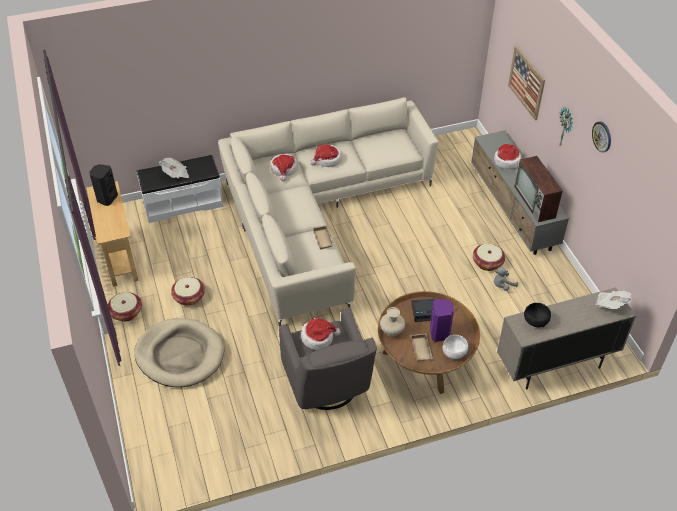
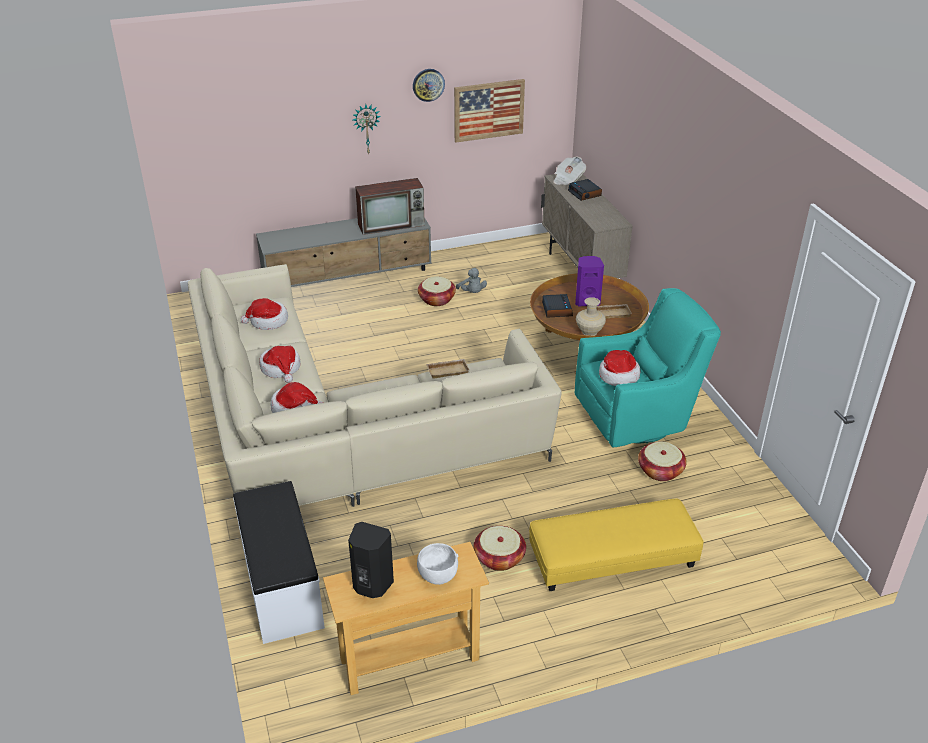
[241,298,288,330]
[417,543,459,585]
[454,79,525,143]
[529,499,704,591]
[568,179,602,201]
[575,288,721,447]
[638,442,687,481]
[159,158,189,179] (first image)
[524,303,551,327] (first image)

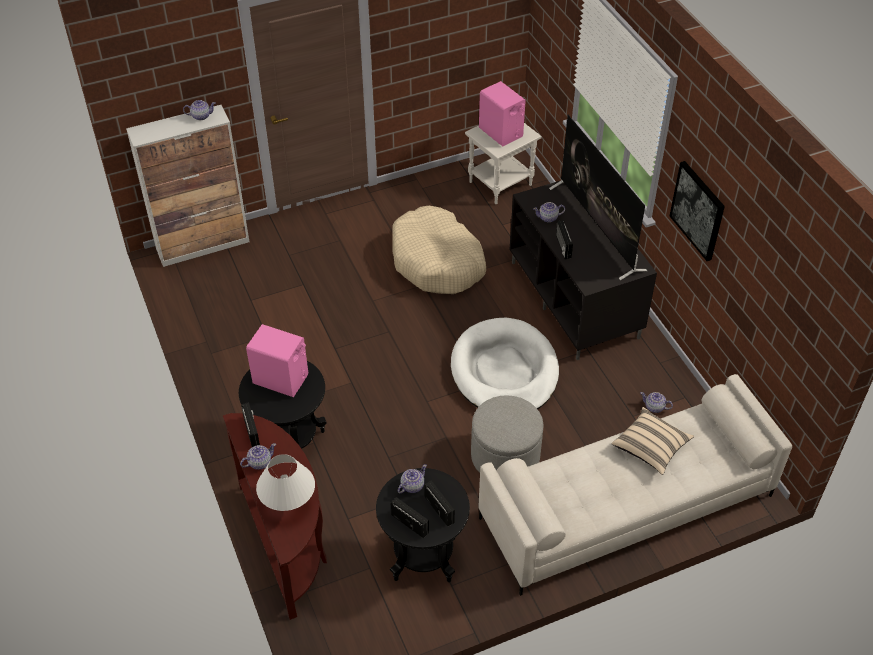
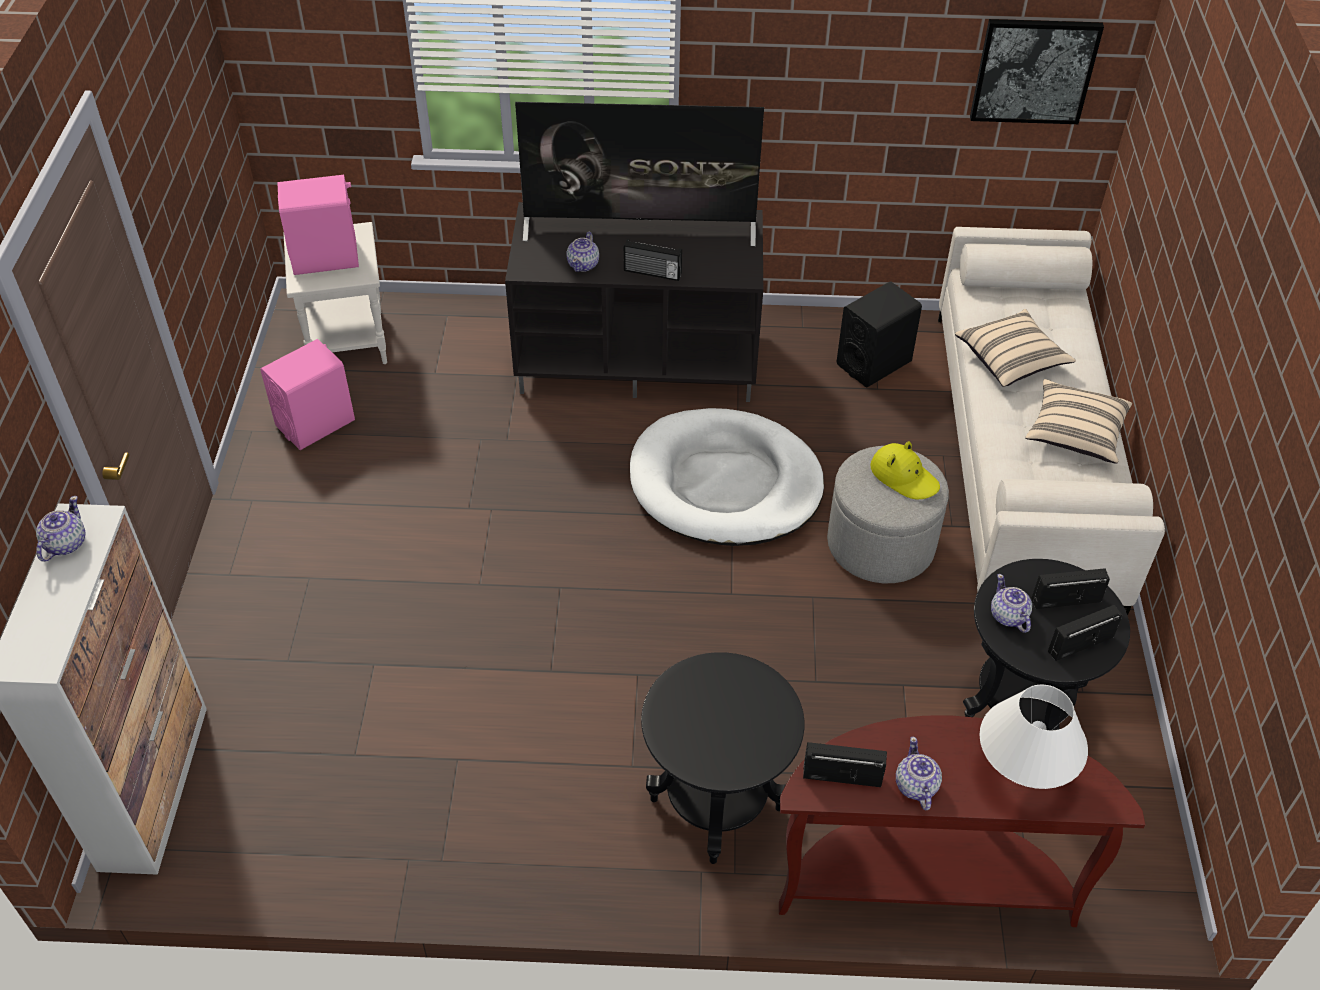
[260,339,355,450]
[837,281,922,387]
[870,441,940,499]
[970,19,1104,124]
[1025,379,1132,464]
[392,206,486,294] (first image)

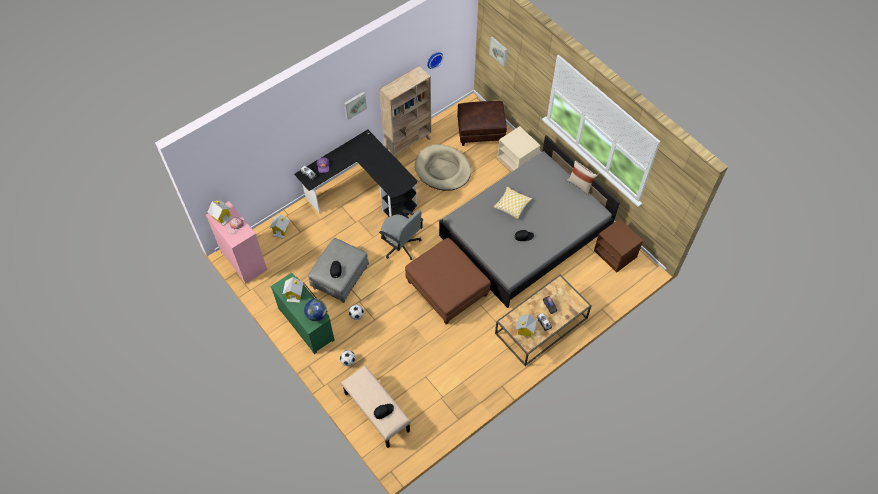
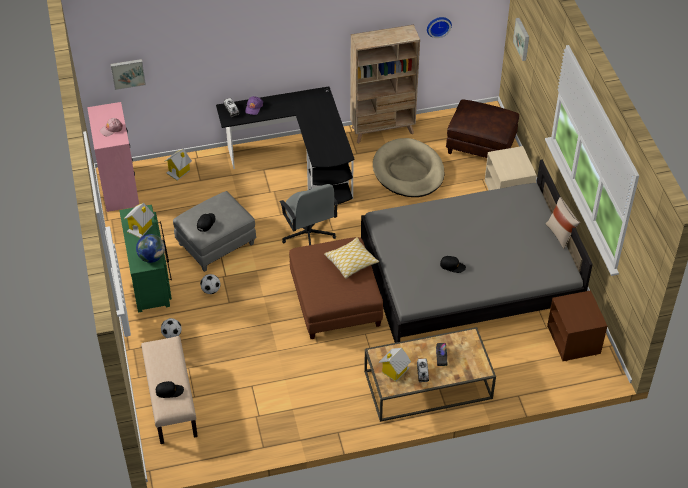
[111,59,146,90]
[324,237,379,279]
[208,200,233,226] (first image)

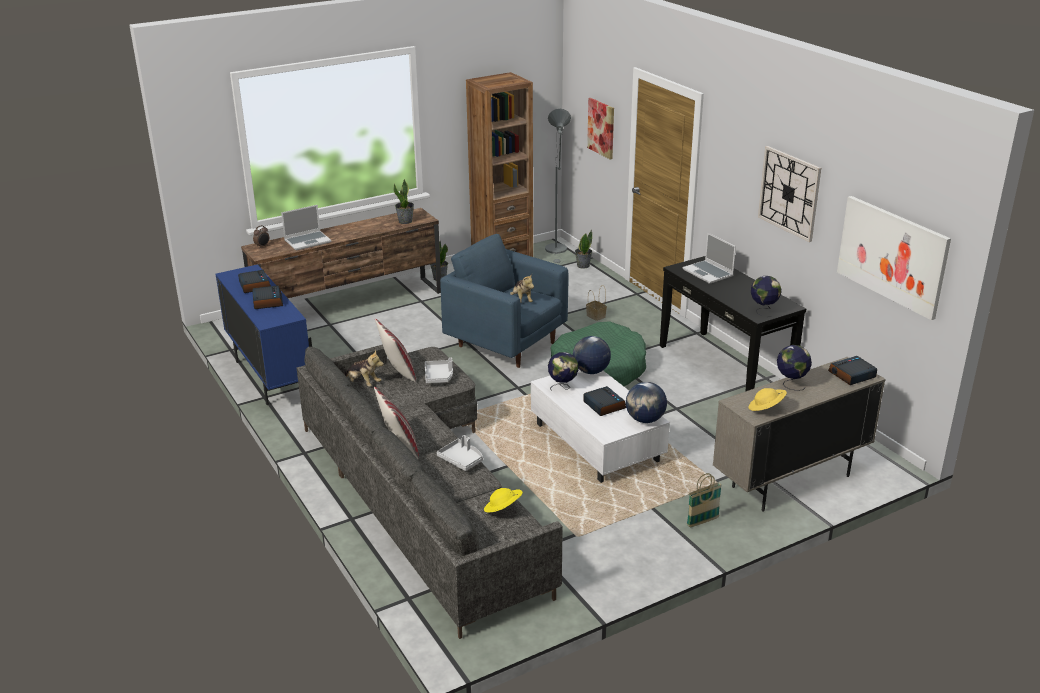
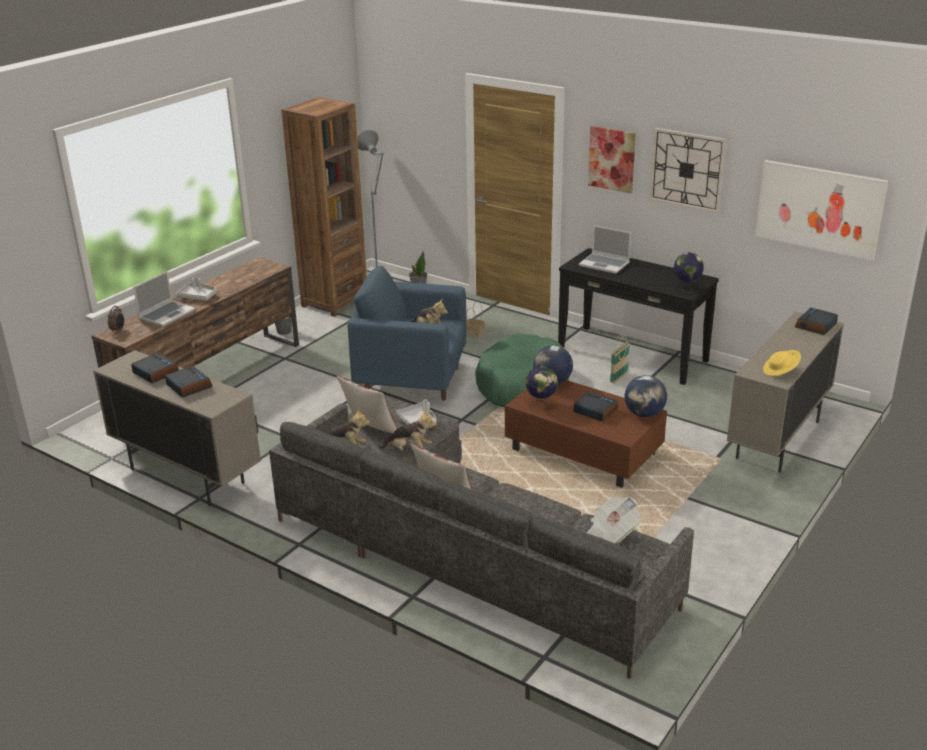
[93,350,261,506]
[176,277,217,301]
[379,409,437,450]
[505,380,667,488]
[587,497,641,543]
[588,126,636,194]
[610,334,630,383]
[394,179,414,224] (first image)
[777,345,812,391] (first image)

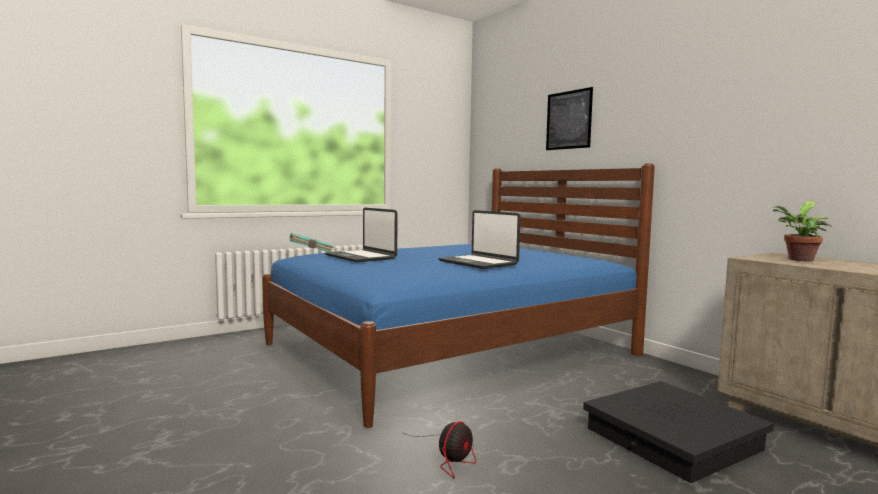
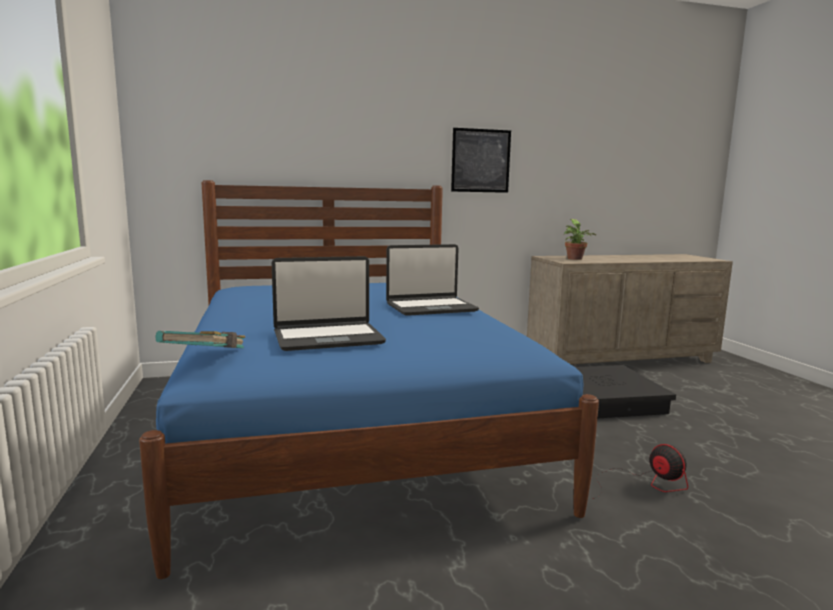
[451,128,511,193]

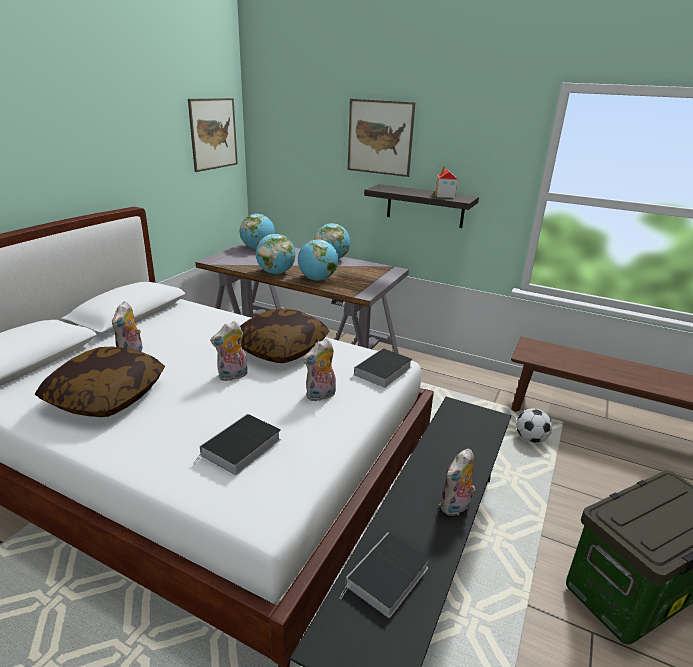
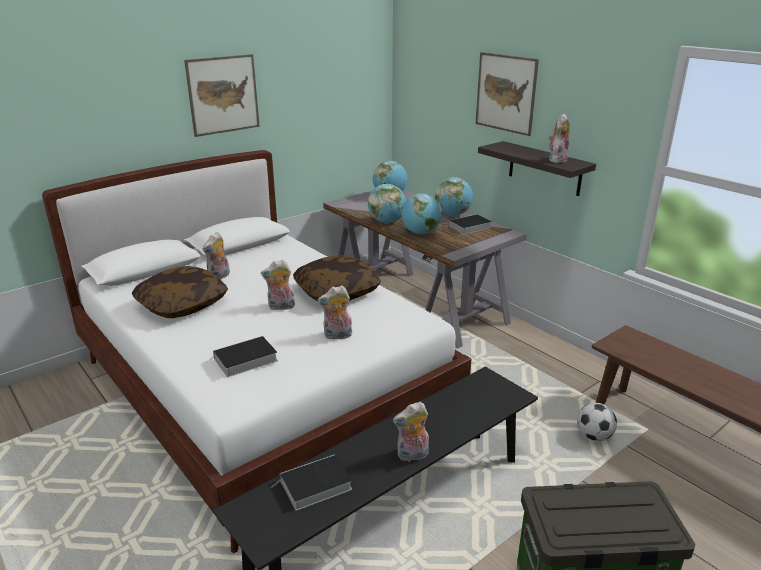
[184,54,260,137]
[444,214,492,234]
[549,114,570,163]

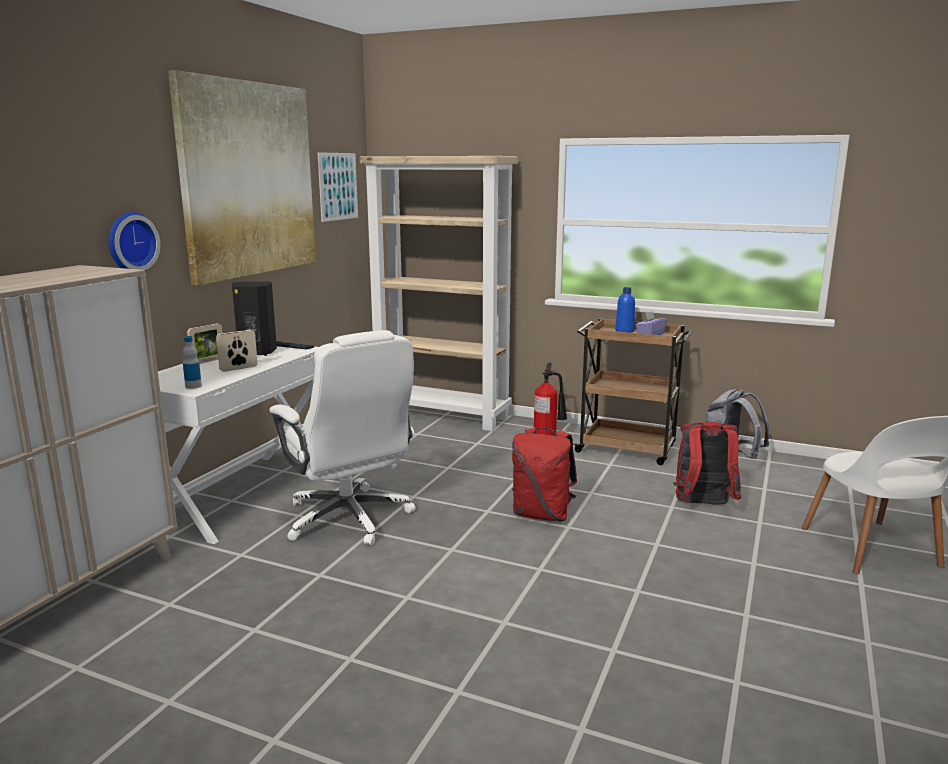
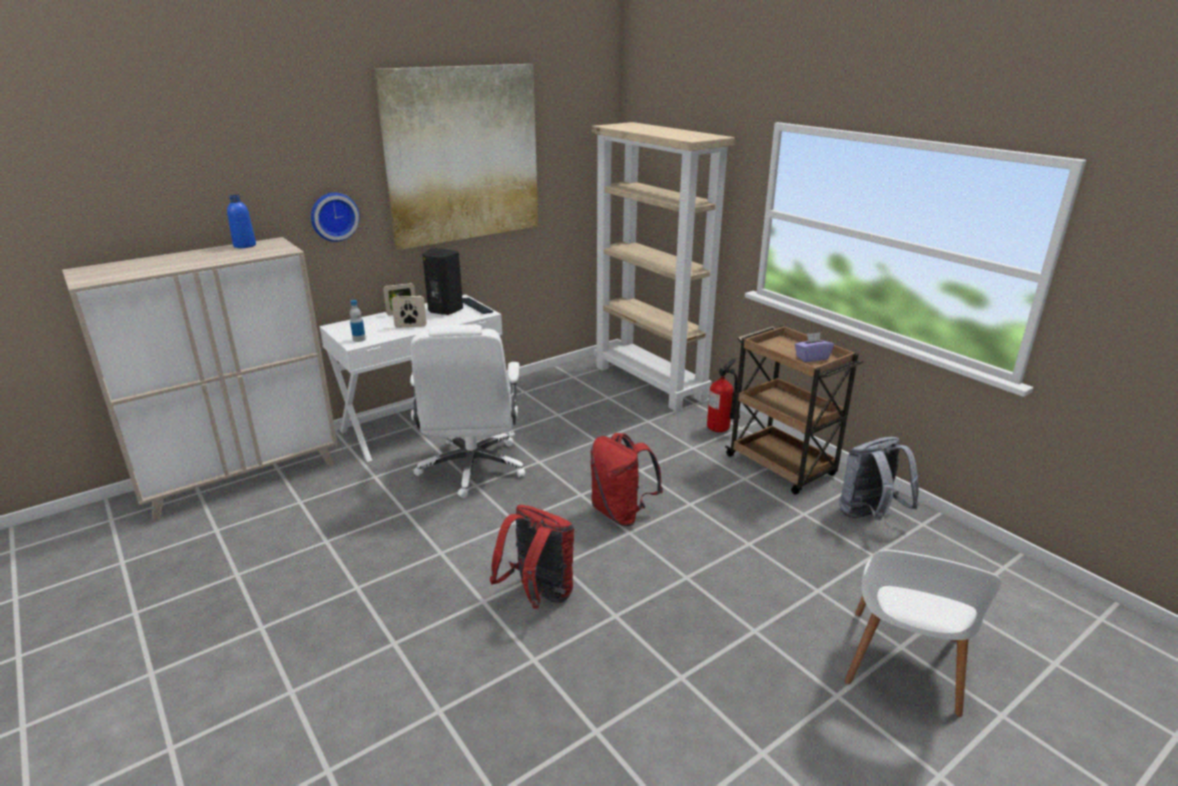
[227,195,256,248]
[490,505,574,609]
[317,152,358,222] (first image)

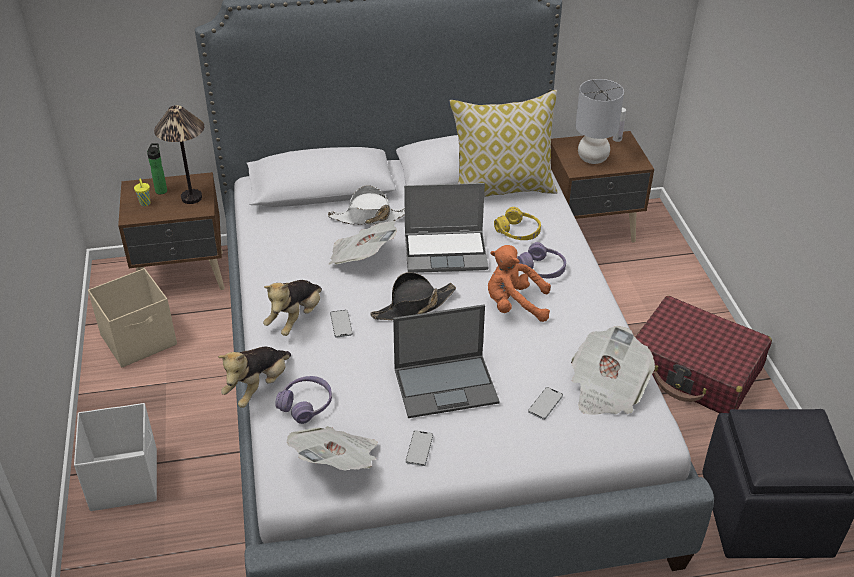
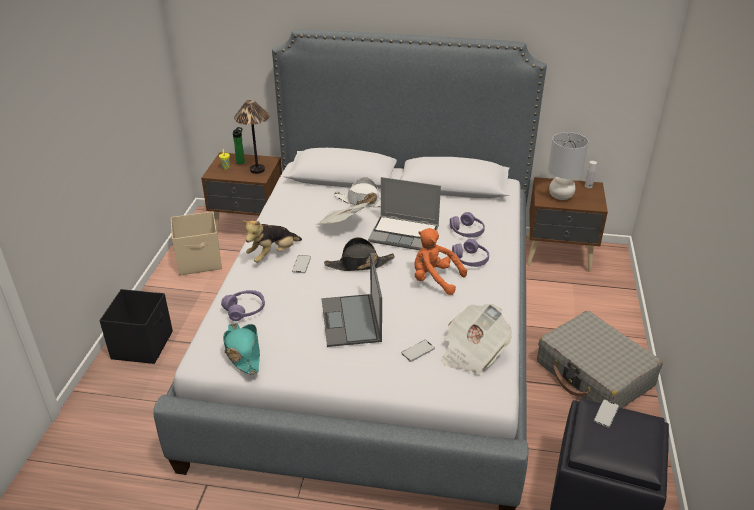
[99,289,173,364]
[223,323,260,374]
[321,253,382,347]
[450,212,485,238]
[537,311,663,408]
[594,400,619,428]
[218,347,291,408] (first image)
[450,90,558,197] (first image)

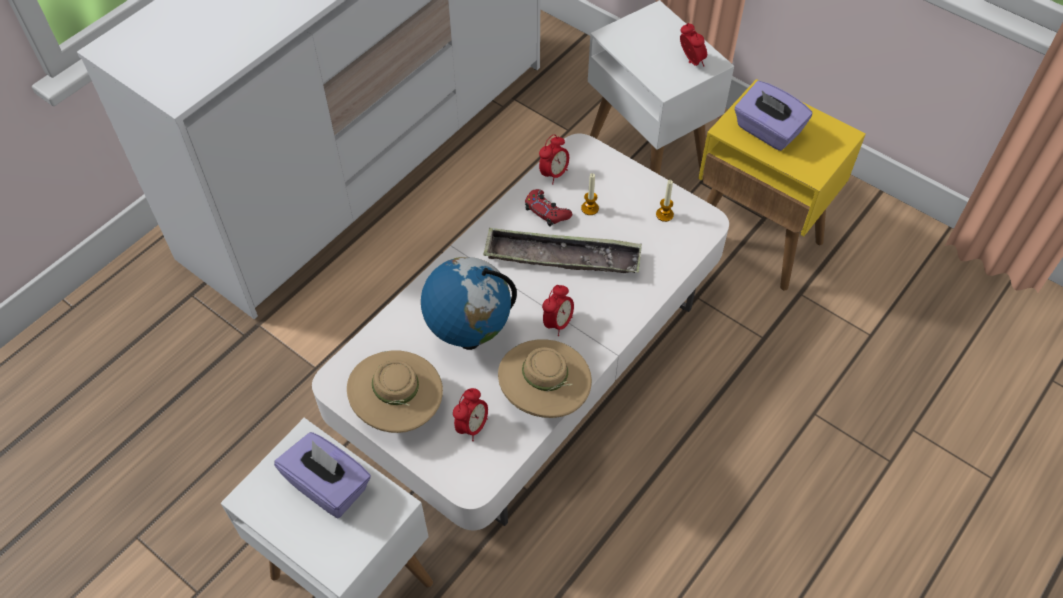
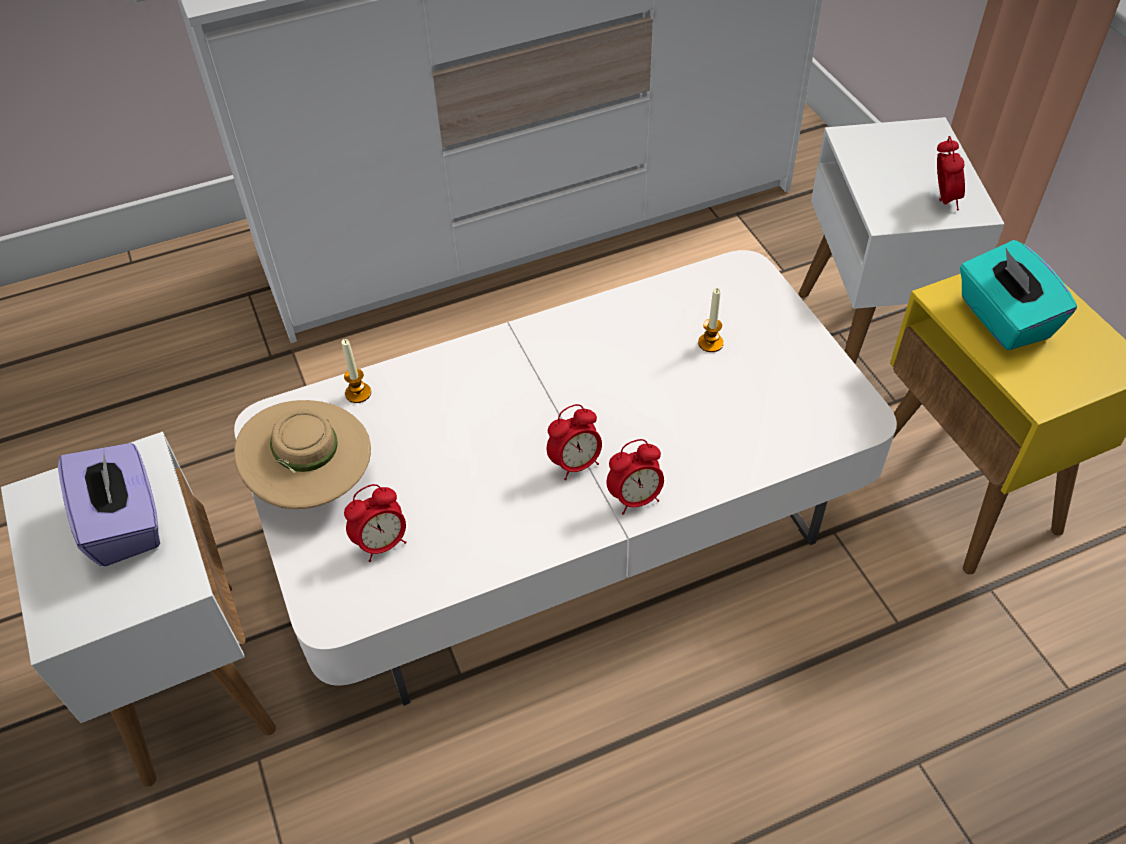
[341,339,371,403]
[607,439,664,515]
[960,240,1077,350]
[421,257,517,350] (first image)
[483,227,642,273] (first image)
[498,339,592,418] (first image)
[525,189,572,227] (first image)

